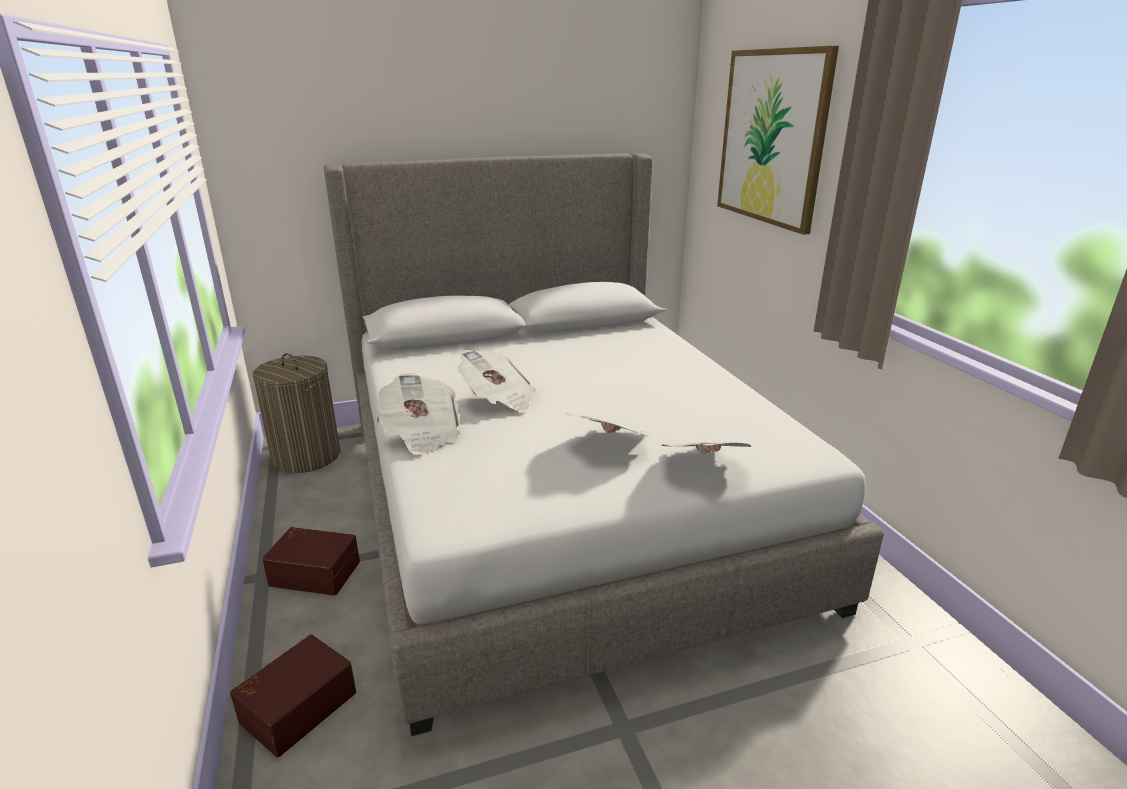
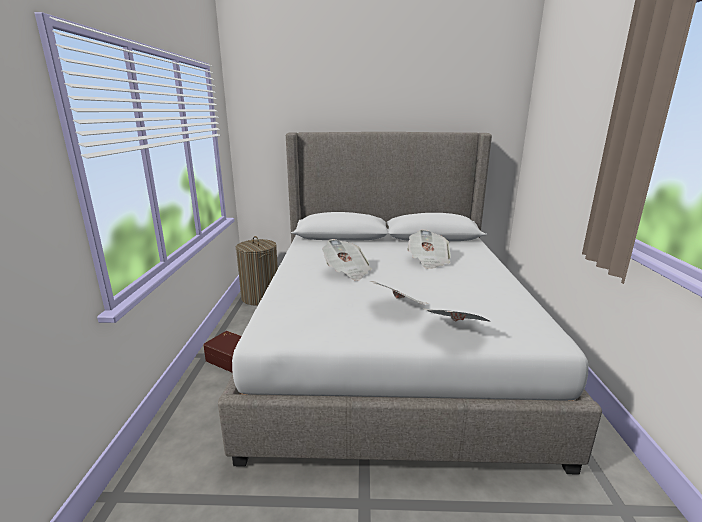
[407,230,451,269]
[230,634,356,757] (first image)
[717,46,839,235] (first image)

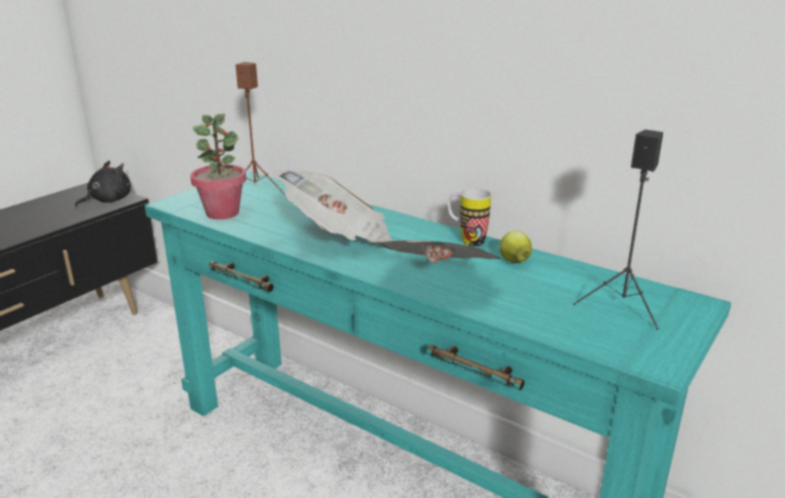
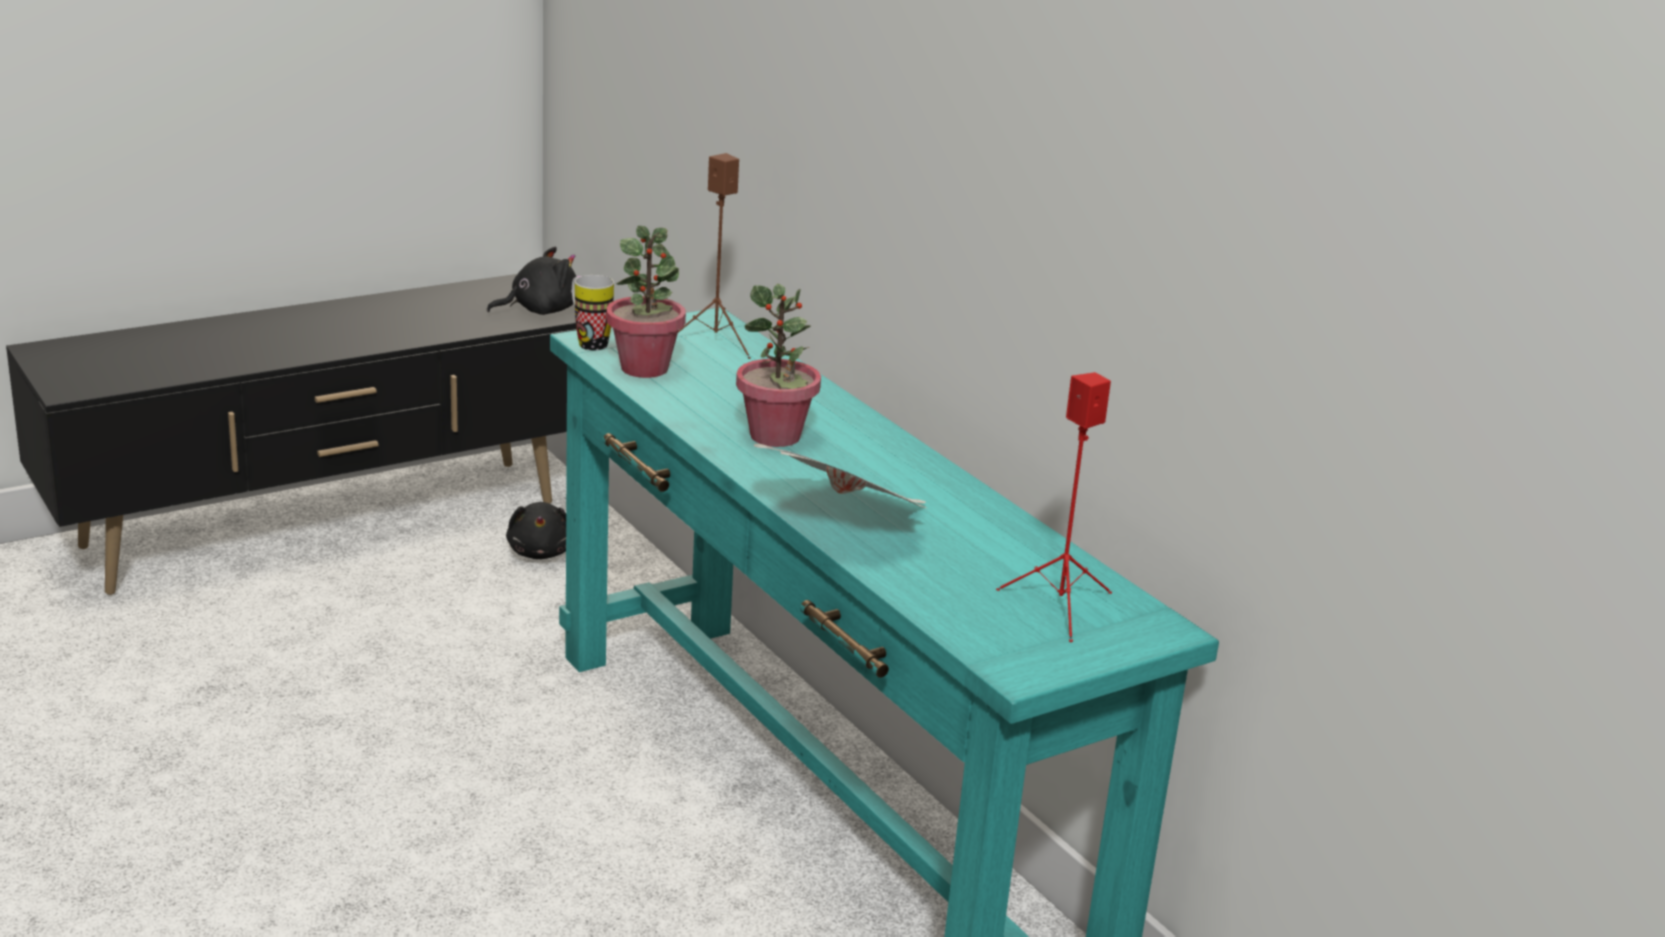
[506,502,566,559]
[572,275,614,350]
[736,284,821,447]
[996,372,1112,642]
[499,231,532,263] (first image)

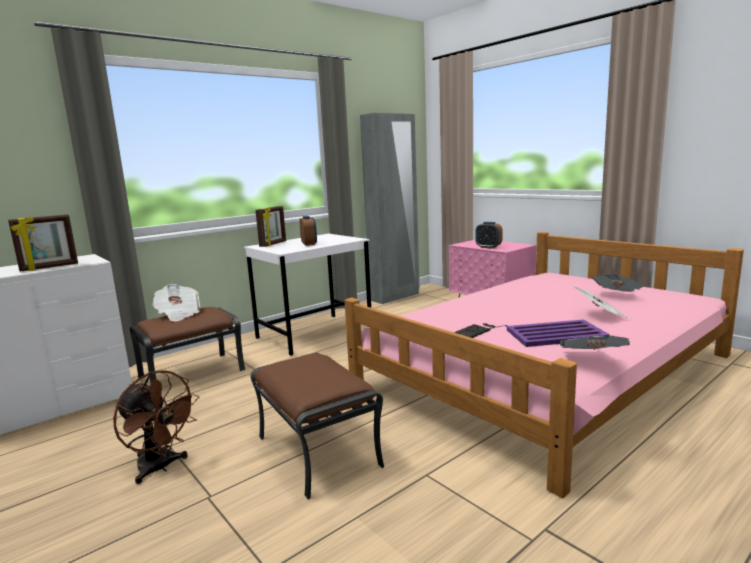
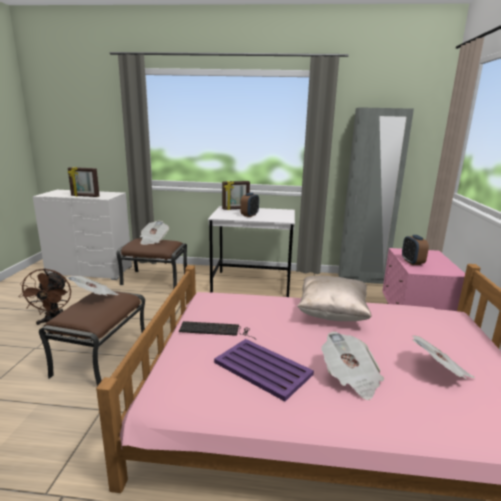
[66,276,119,296]
[297,276,371,321]

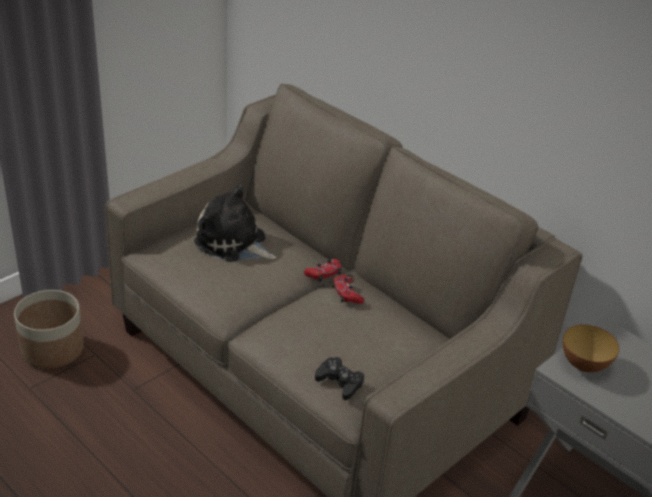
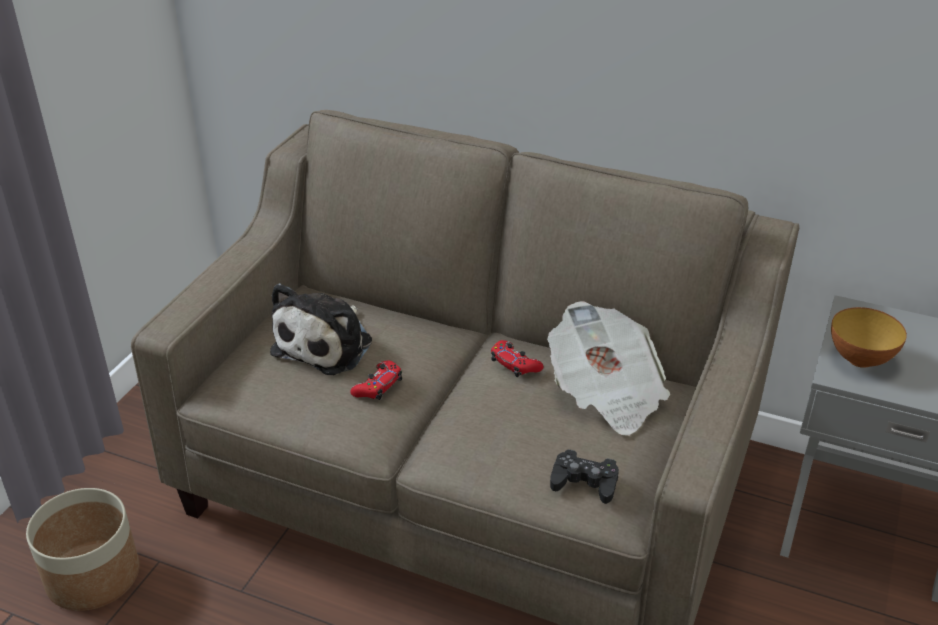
[270,283,372,375]
[350,360,402,400]
[547,301,670,436]

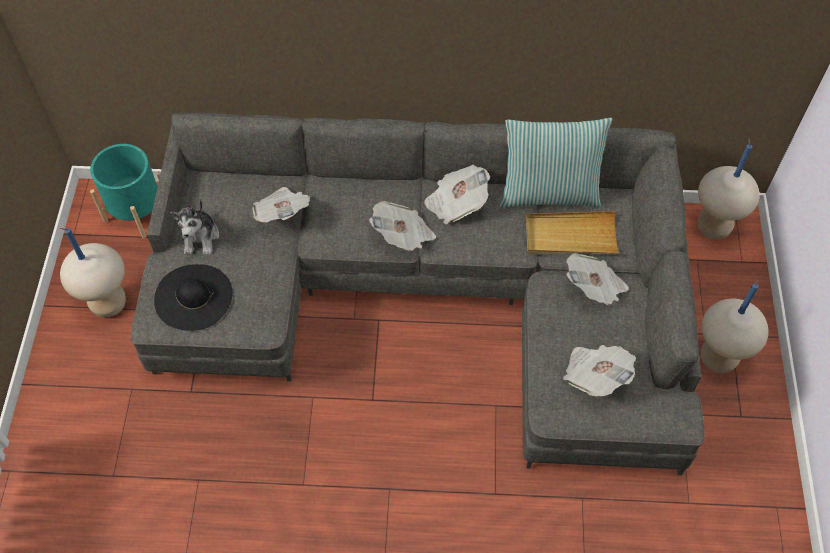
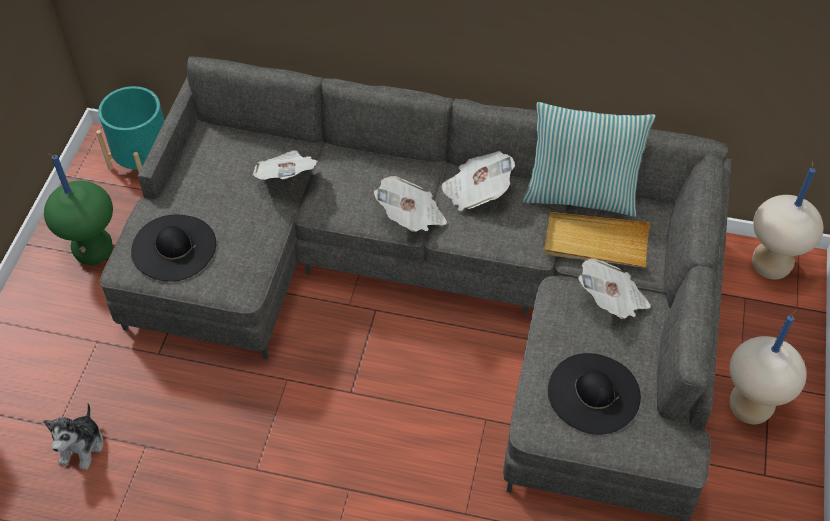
[43,403,103,470]
[44,181,113,265]
[548,353,641,435]

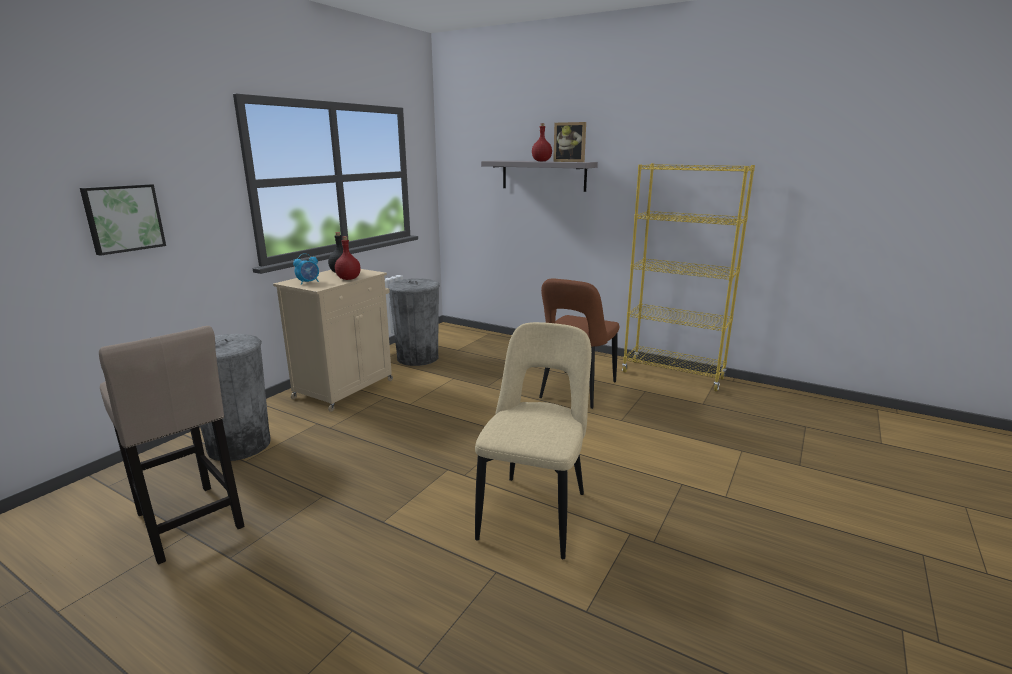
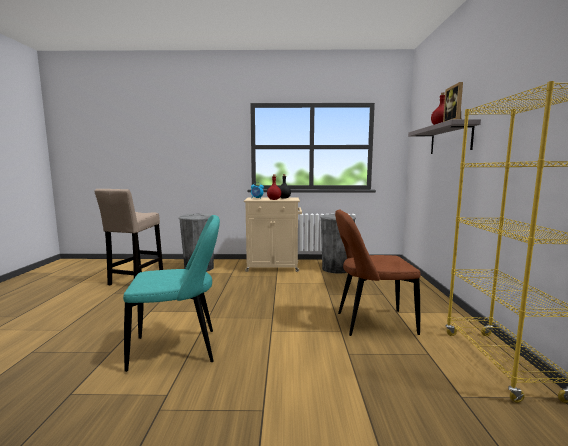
[123,215,220,372]
[80,184,166,256] (first image)

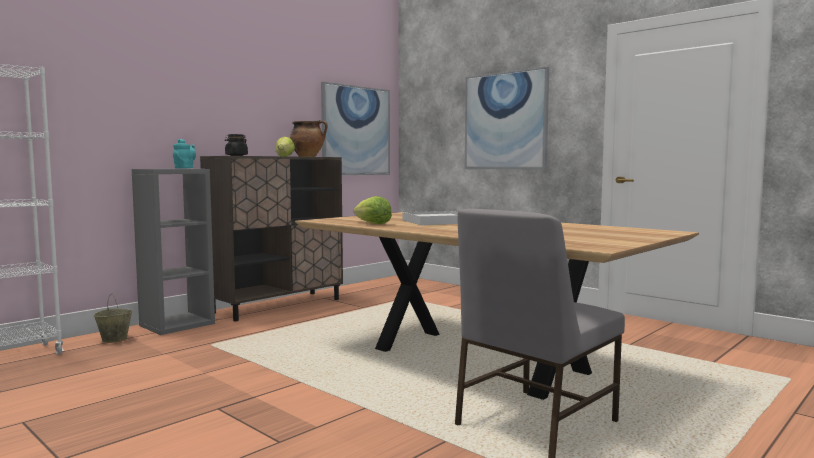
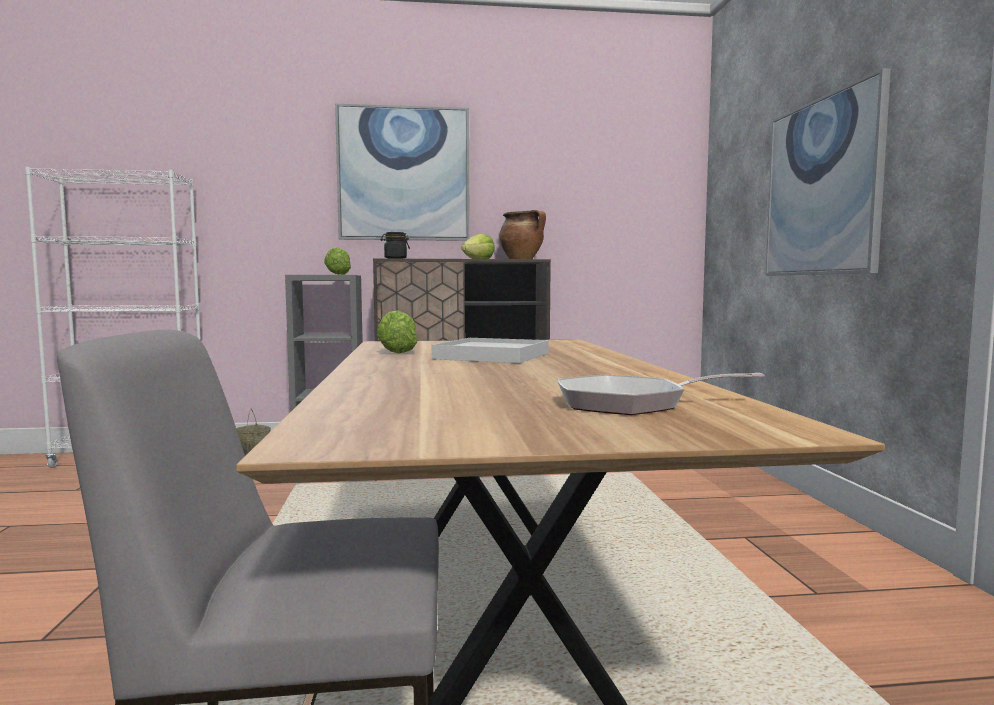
[324,247,351,275]
[335,104,470,241]
[558,373,765,415]

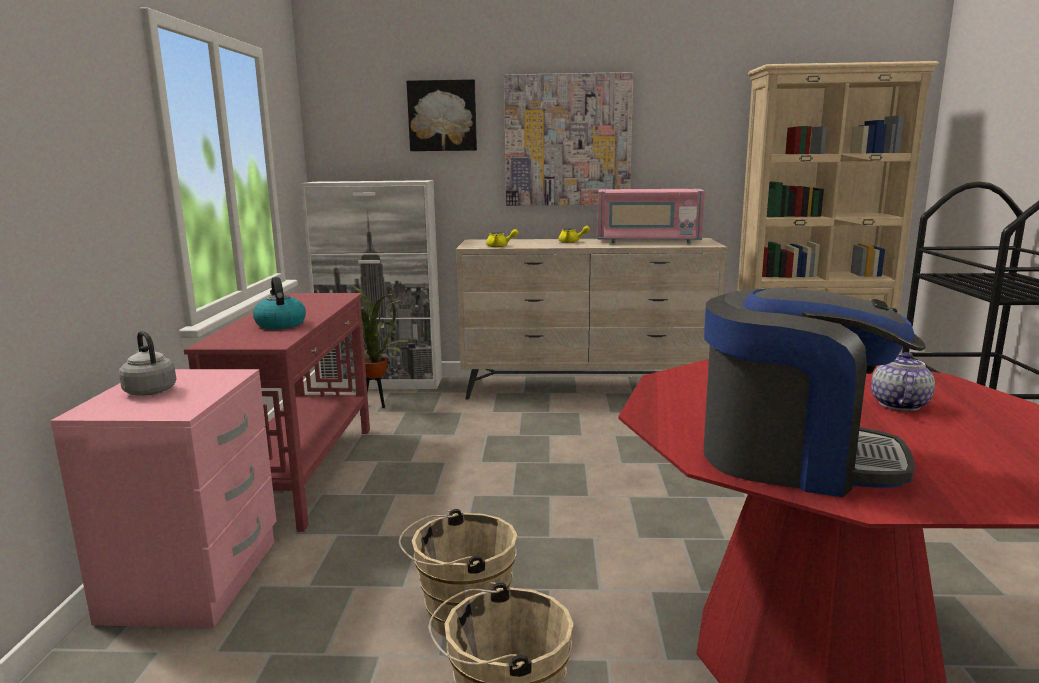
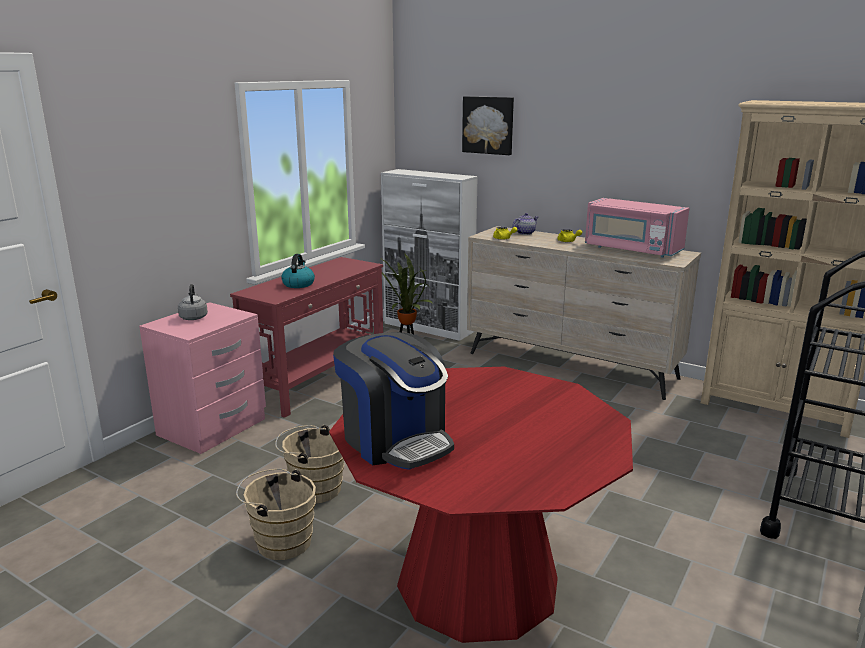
[513,213,538,235]
[504,72,634,206] (first image)

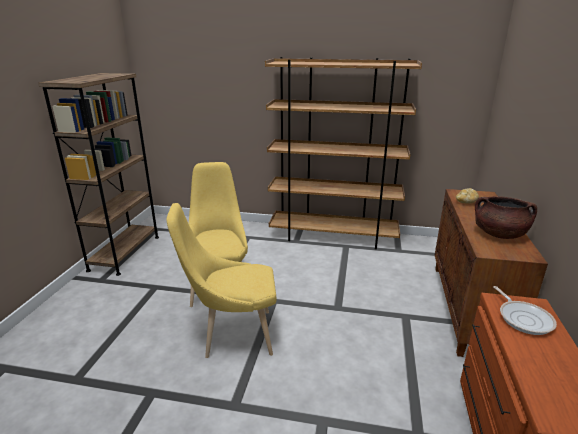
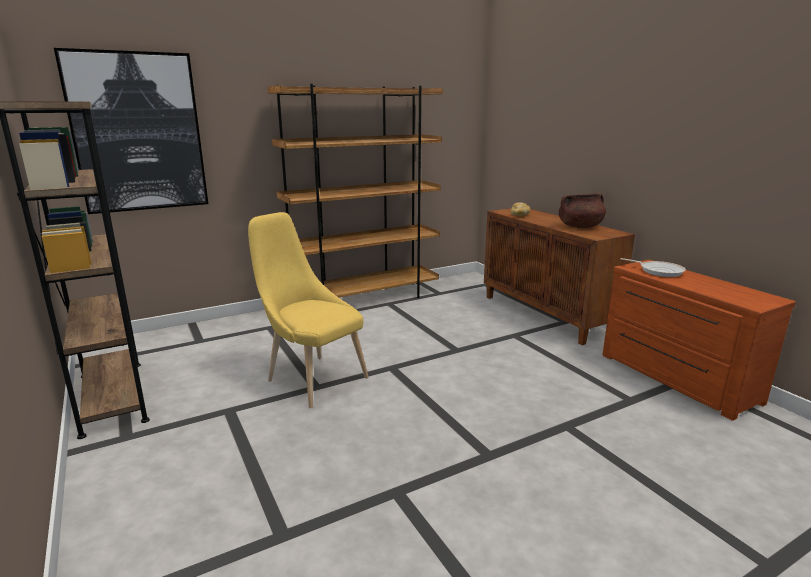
[54,48,208,214]
[167,203,276,358] (first image)

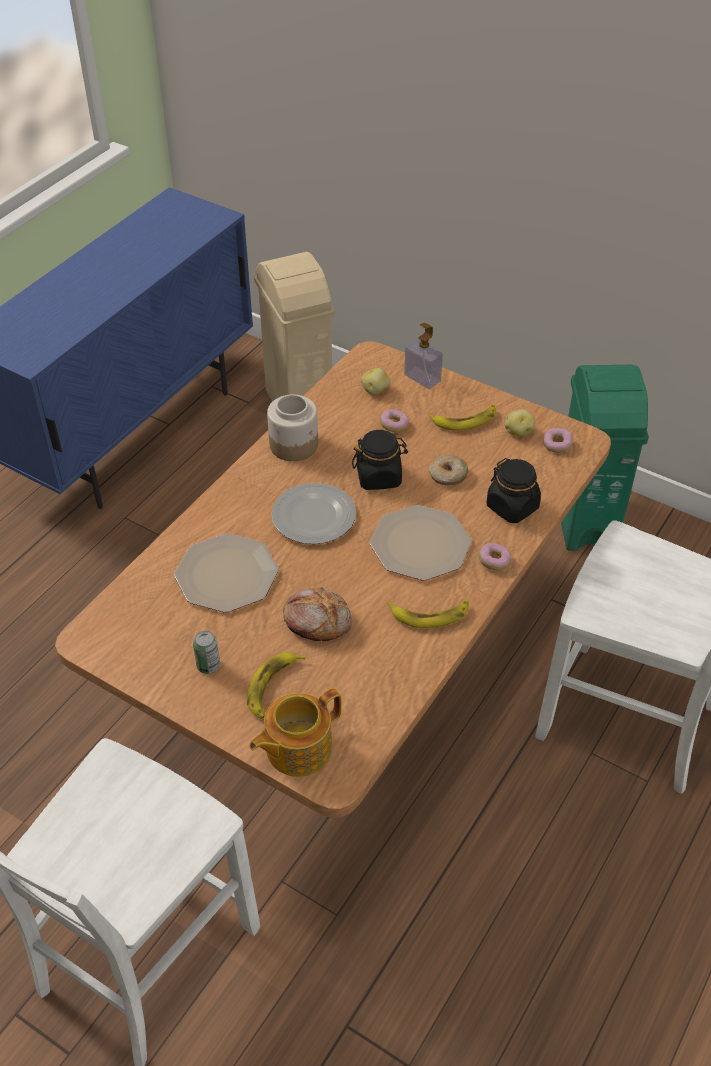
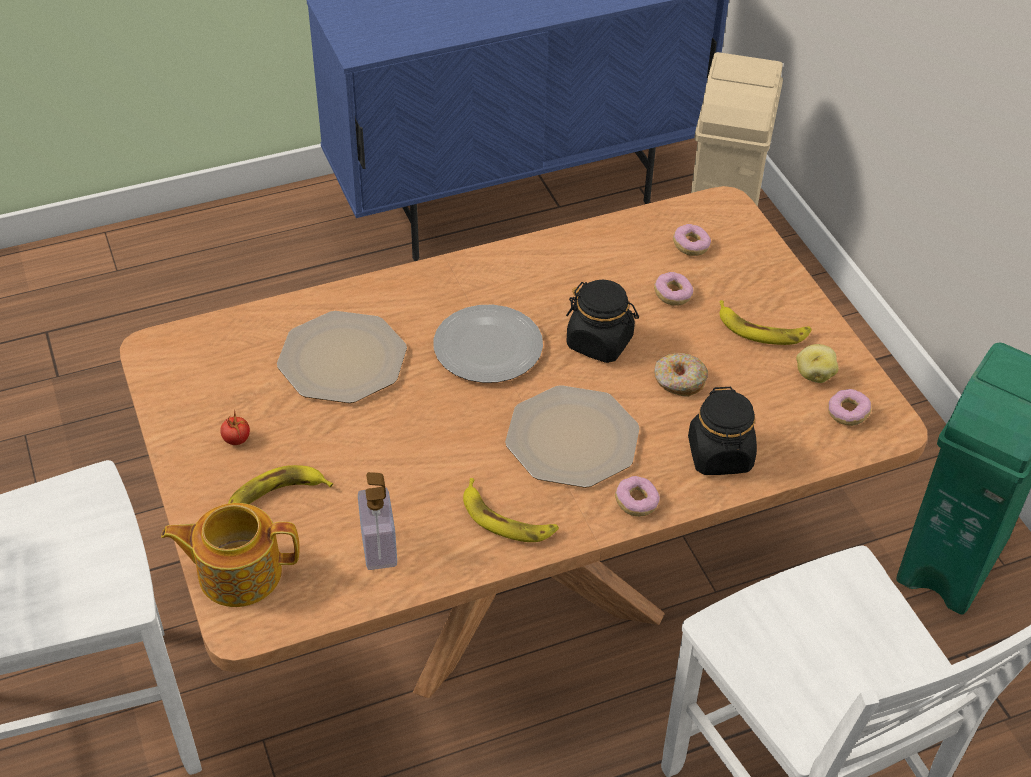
[220,409,250,445]
[358,472,397,570]
[673,224,711,256]
[267,394,318,461] (first image)
[283,587,352,641] (first image)

